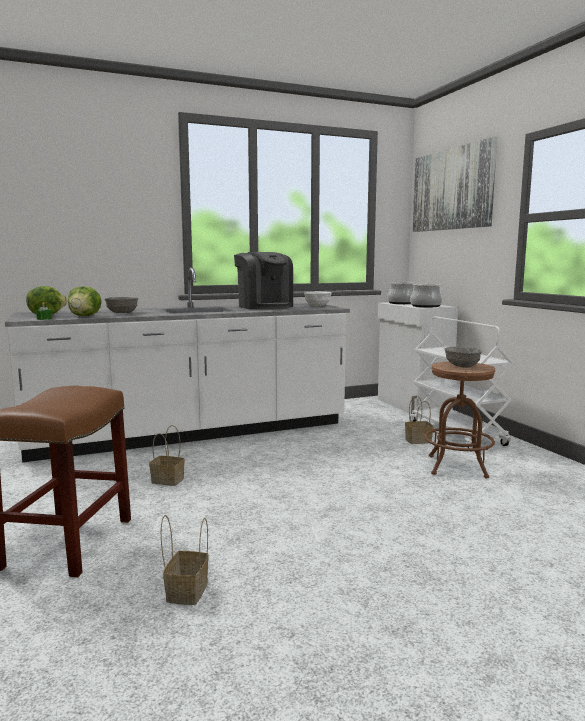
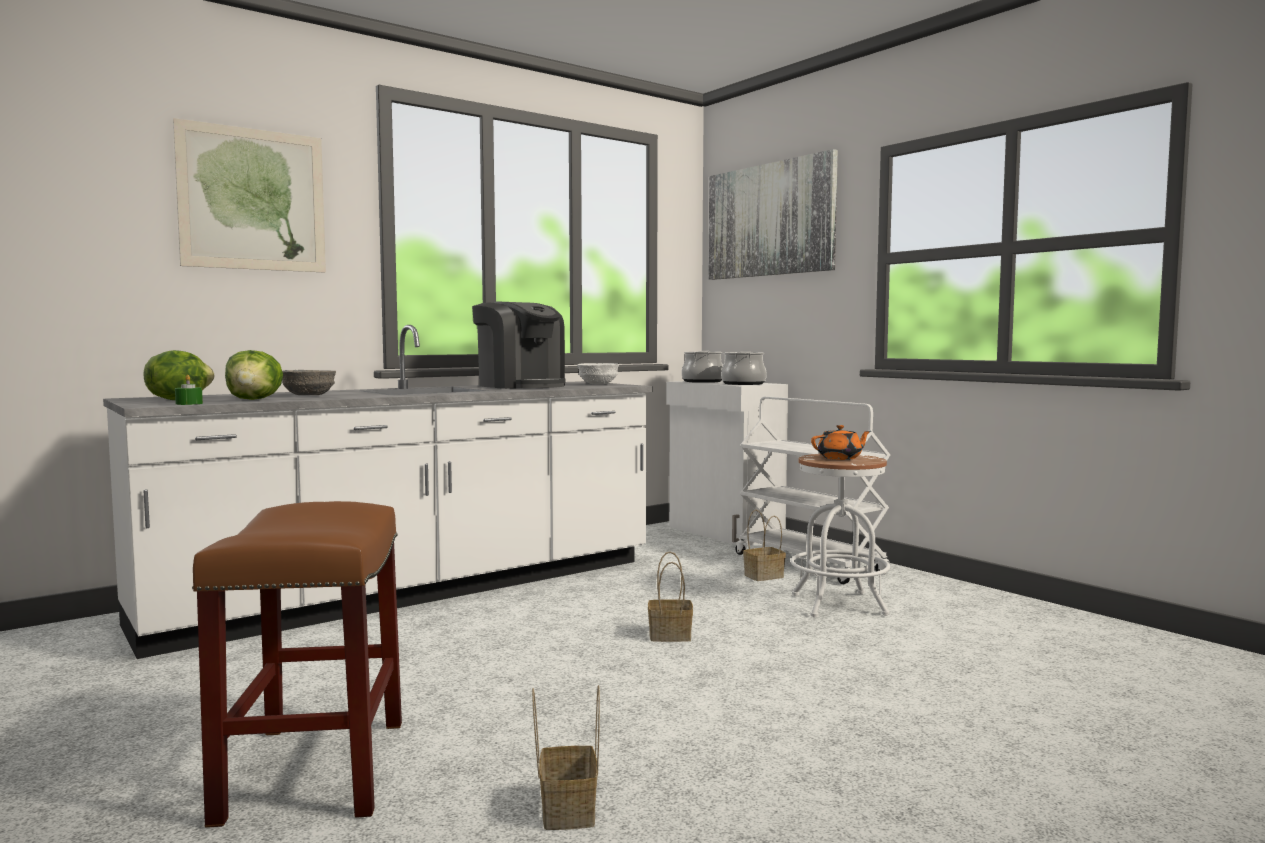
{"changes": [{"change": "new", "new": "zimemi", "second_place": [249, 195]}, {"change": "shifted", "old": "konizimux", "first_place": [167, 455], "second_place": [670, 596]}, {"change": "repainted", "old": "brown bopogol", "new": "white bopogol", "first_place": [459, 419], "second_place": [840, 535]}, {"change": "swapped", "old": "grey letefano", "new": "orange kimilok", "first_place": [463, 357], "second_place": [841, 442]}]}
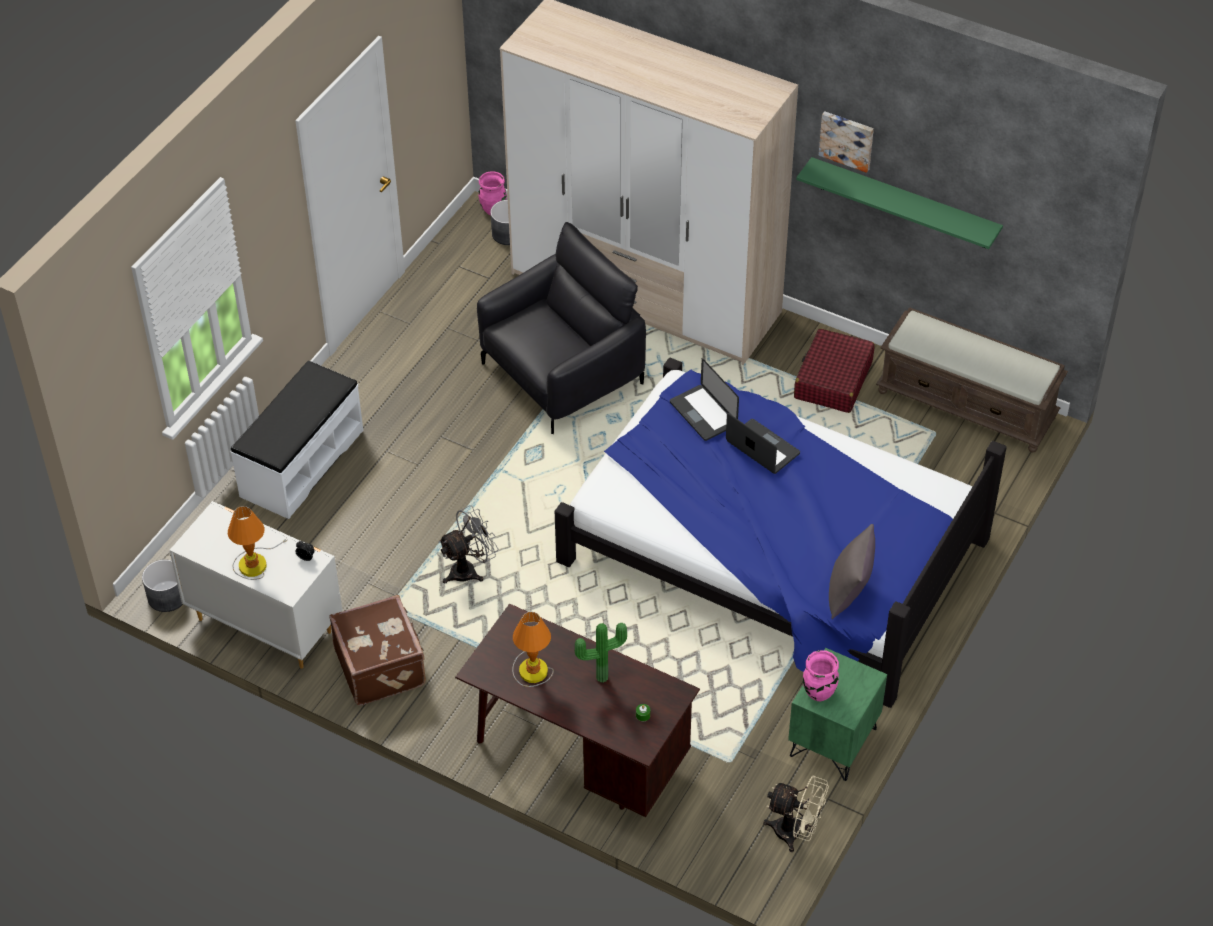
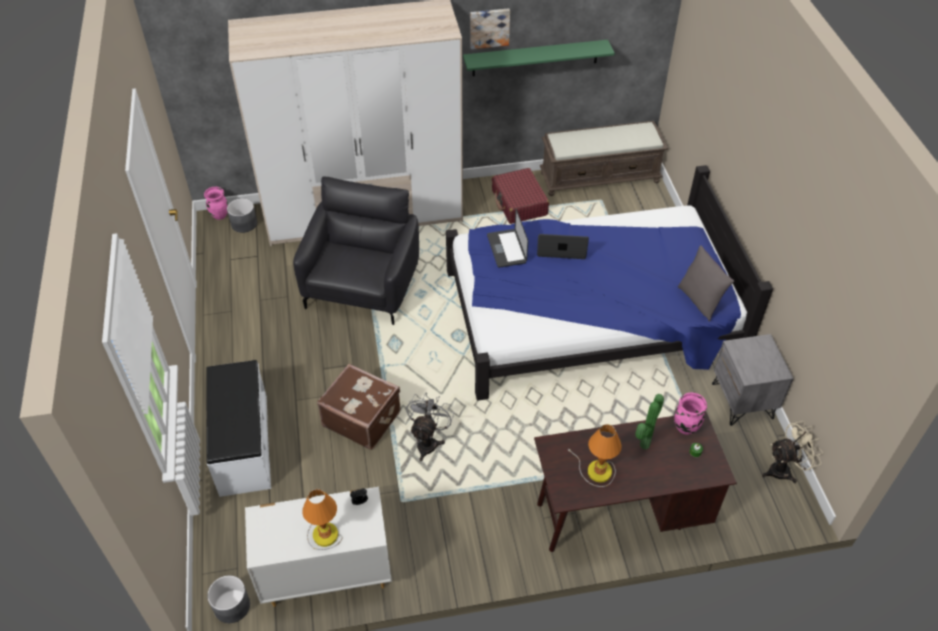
{"changes": [{"change": "shifted", "old": "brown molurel", "first_place": [377, 650], "second_place": [358, 407]}, {"change": "rotated", "old": "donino", "first_place": [704, 399], "second_place": [507, 238], "degrees": 60}, {"change": "shifted", "old": "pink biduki", "first_place": [821, 675], "second_place": [690, 413]}, {"change": "repainted", "old": "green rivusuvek", "new": "grey rivusuvek", "first_place": [837, 714], "second_place": [753, 380]}]}
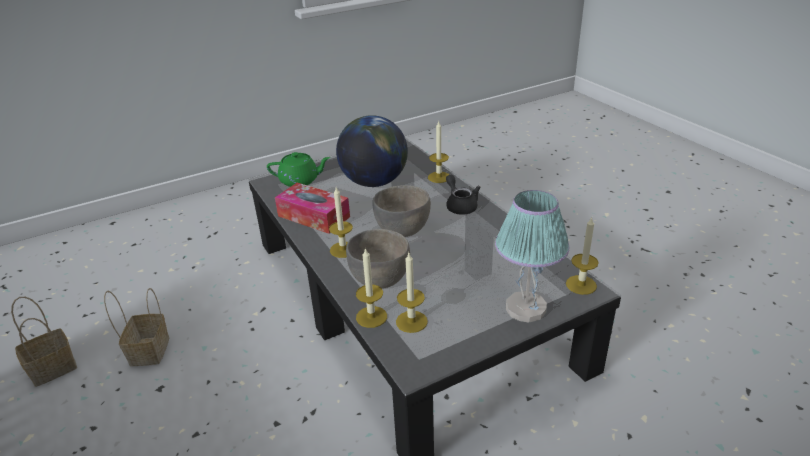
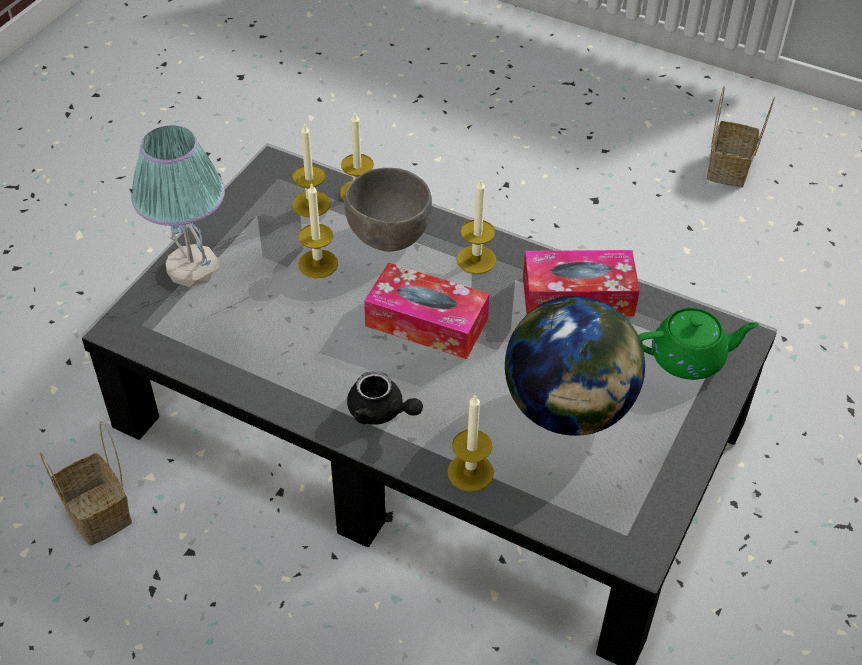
{"changes": [{"change": "shifted", "old": "konizimux", "first_place": [136, 327], "second_place": [85, 483]}, {"change": "shifted", "old": "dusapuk", "first_place": [582, 256], "second_place": [318, 230]}, {"change": "swapped", "old": "grey letefano", "new": "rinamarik", "first_place": [401, 211], "second_place": [427, 311]}, {"change": "rotated", "old": "green kimilok", "first_place": [298, 169], "second_place": [698, 344], "degrees": -150}]}
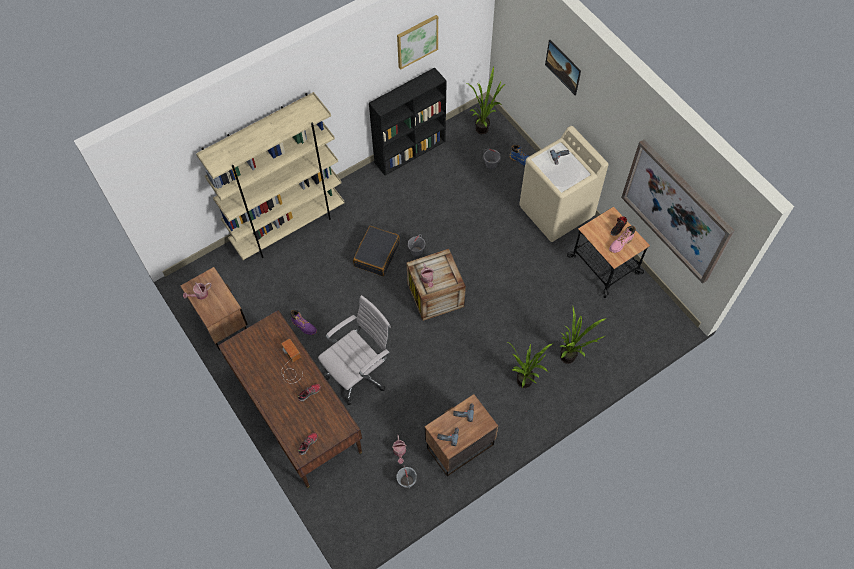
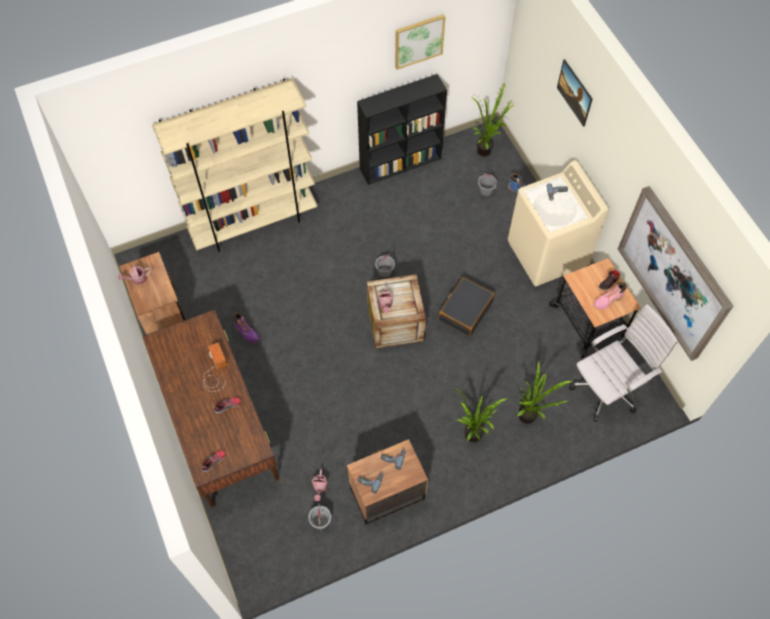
{"changes": [{"change": "shifted", "old": "black molurel", "first_place": [376, 251], "second_place": [467, 306]}, {"change": "shifted", "old": "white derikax", "first_place": [354, 350], "second_place": [623, 363]}]}
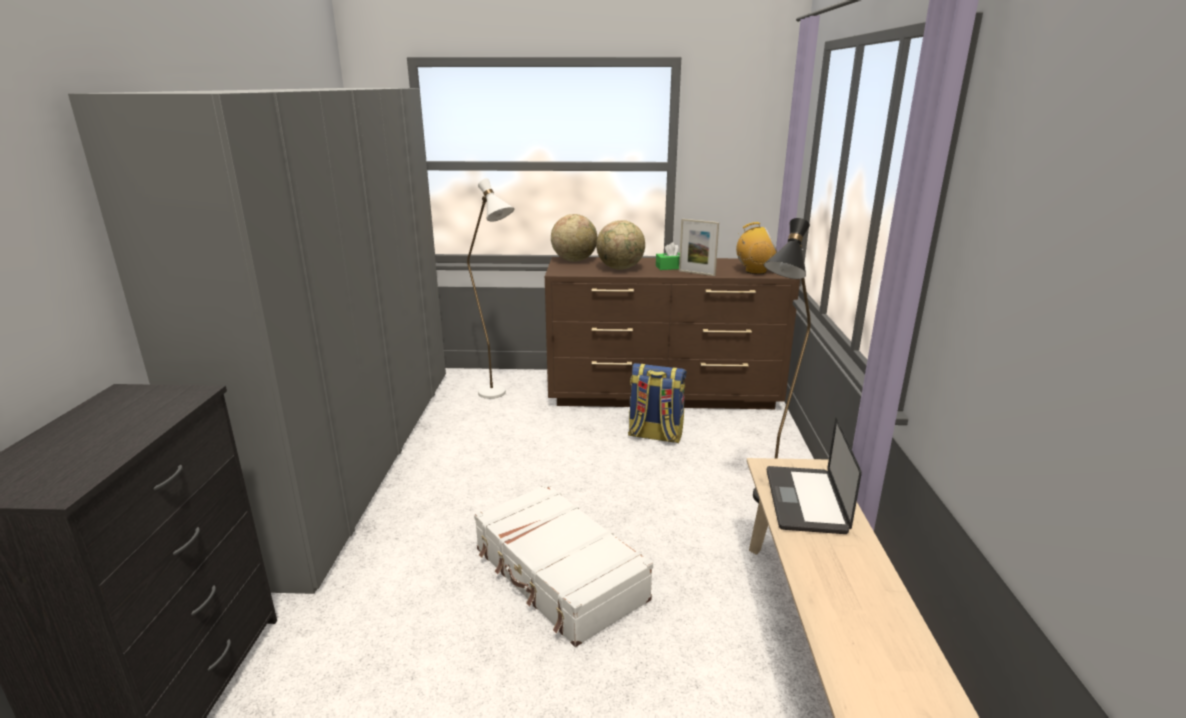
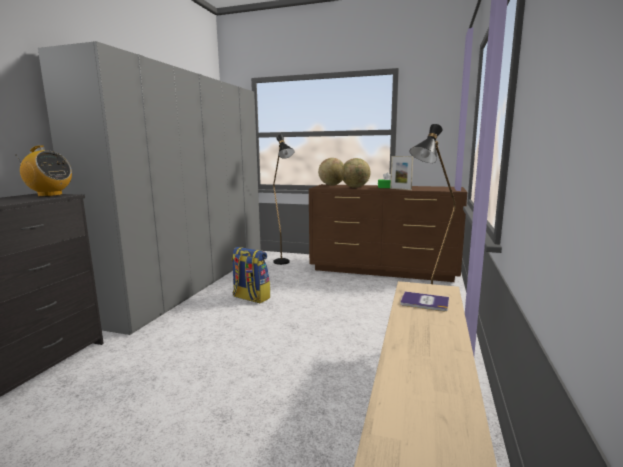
{"changes": [{"change": "shifted", "old": "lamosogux", "first_place": [756, 248], "second_place": [44, 171]}, {"change": "shifted", "old": "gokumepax", "first_place": [657, 403], "second_place": [251, 275]}, {"change": "repainted", "old": "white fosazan", "new": "black fosazan", "first_place": [490, 288], "second_place": [284, 200]}, {"change": "swapped", "old": "donino", "new": "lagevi", "first_place": [814, 476], "second_place": [424, 301]}, {"change": "gone", "old": "white molurel", "first_place": [563, 565]}]}
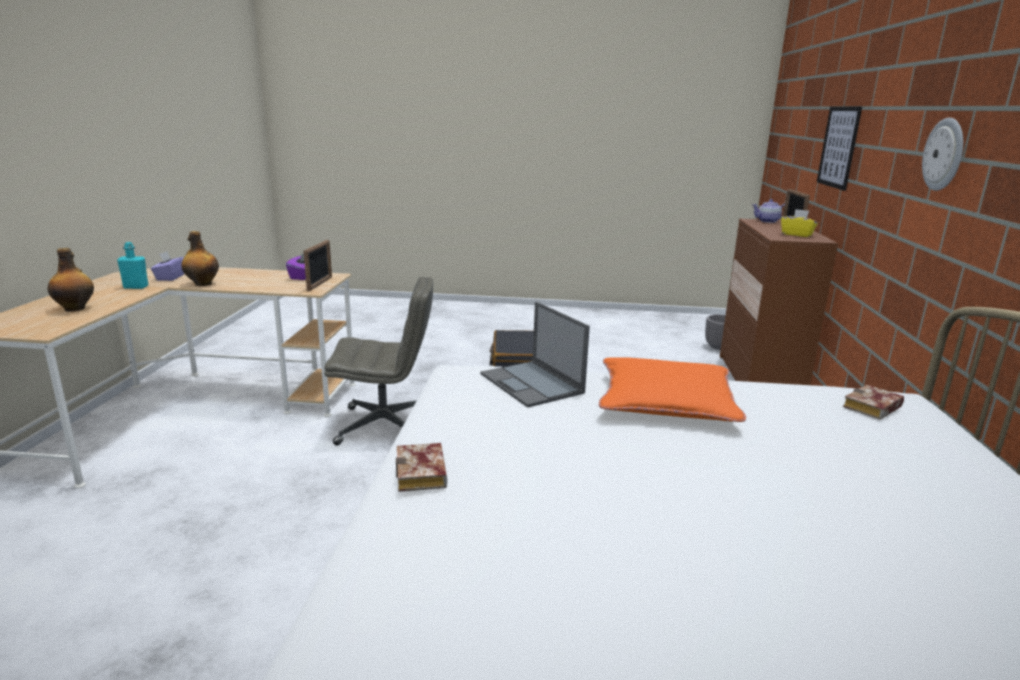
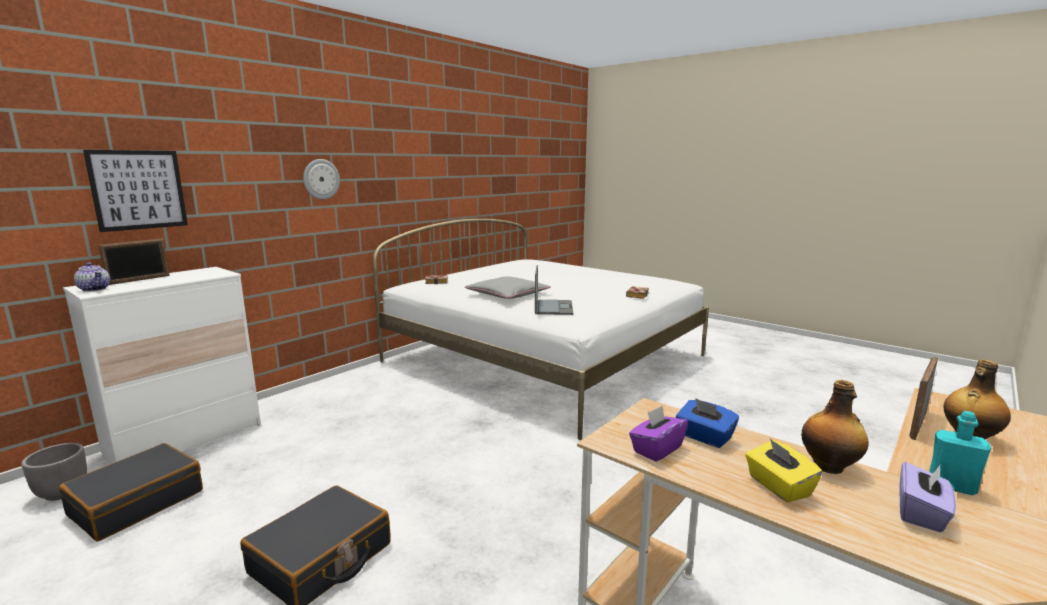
{"changes": [{"change": "new", "new": "black molurel", "second_place": [131, 492]}, {"change": "repainted", "old": "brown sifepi", "new": "white sifepi", "first_place": [779, 302], "second_place": [162, 365]}, {"change": "repainted", "old": "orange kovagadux", "new": "grey kovagadux", "first_place": [672, 389], "second_place": [508, 287]}, {"change": "new", "new": "blue rinamarik", "second_place": [707, 423]}, {"change": "shifted", "old": "yellow rinamarik", "first_place": [799, 223], "second_place": [783, 470]}, {"change": "shifted", "old": "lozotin", "first_place": [318, 266], "second_place": [924, 398]}, {"change": "gone", "old": "grey derikax", "first_place": [378, 361]}]}
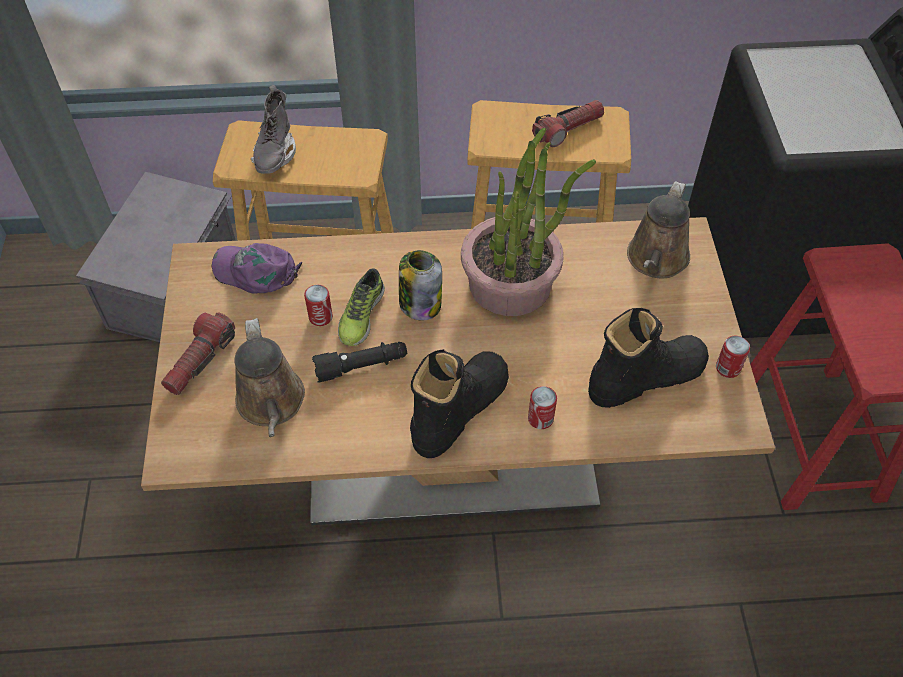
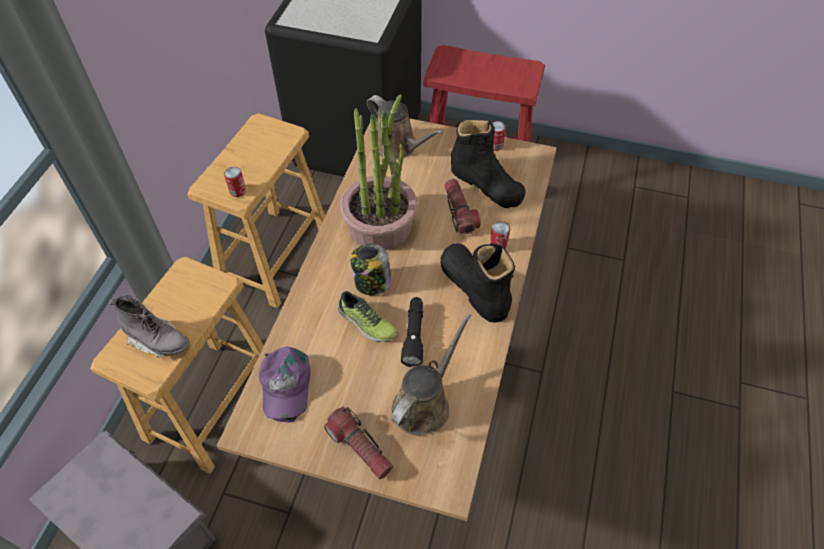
{"changes": [{"change": "shifted", "old": "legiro", "first_place": [318, 305], "second_place": [235, 182]}, {"change": "rotated", "old": "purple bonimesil", "first_place": [257, 268], "second_place": [284, 385], "degrees": -45}, {"change": "rotated", "old": "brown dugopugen", "first_place": [269, 377], "second_place": [431, 375], "degrees": -60}, {"change": "shifted", "old": "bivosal", "first_place": [568, 123], "second_place": [462, 206]}, {"change": "rotated", "old": "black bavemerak", "first_place": [648, 358], "second_place": [488, 163], "degrees": 135}]}
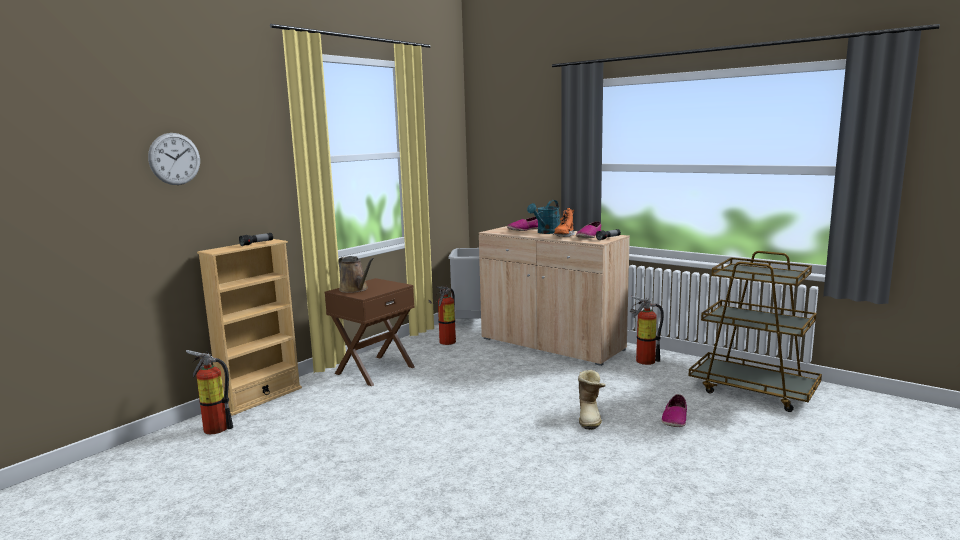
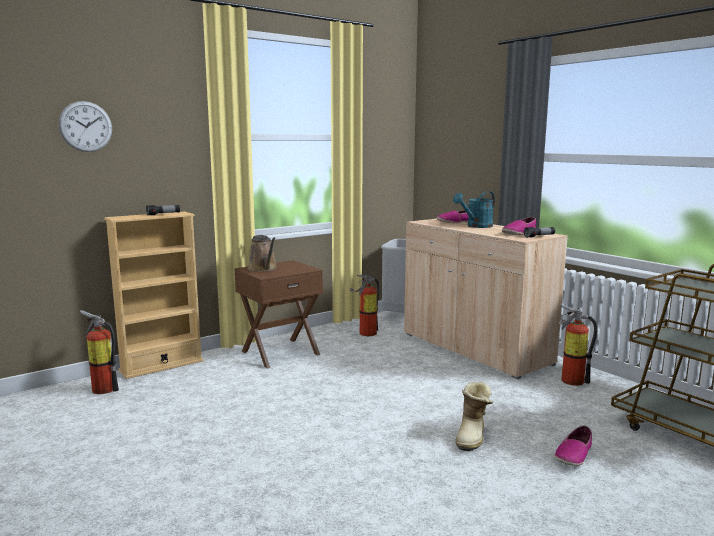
{"changes": [{"change": "gone", "old": "orange bavemerak", "first_place": [564, 222]}]}
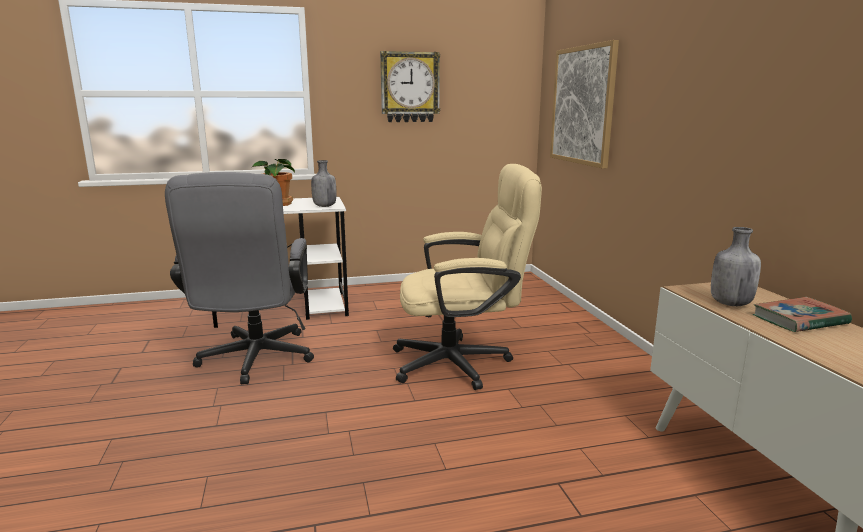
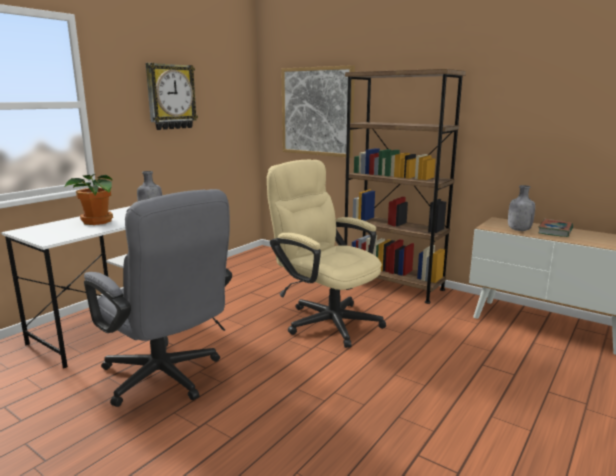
{"changes": [{"change": "rotated", "old": "beige derikax", "first_place": [467, 277], "second_place": [326, 254], "degrees": -90}, {"change": "new", "new": "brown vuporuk", "second_place": [405, 186]}]}
